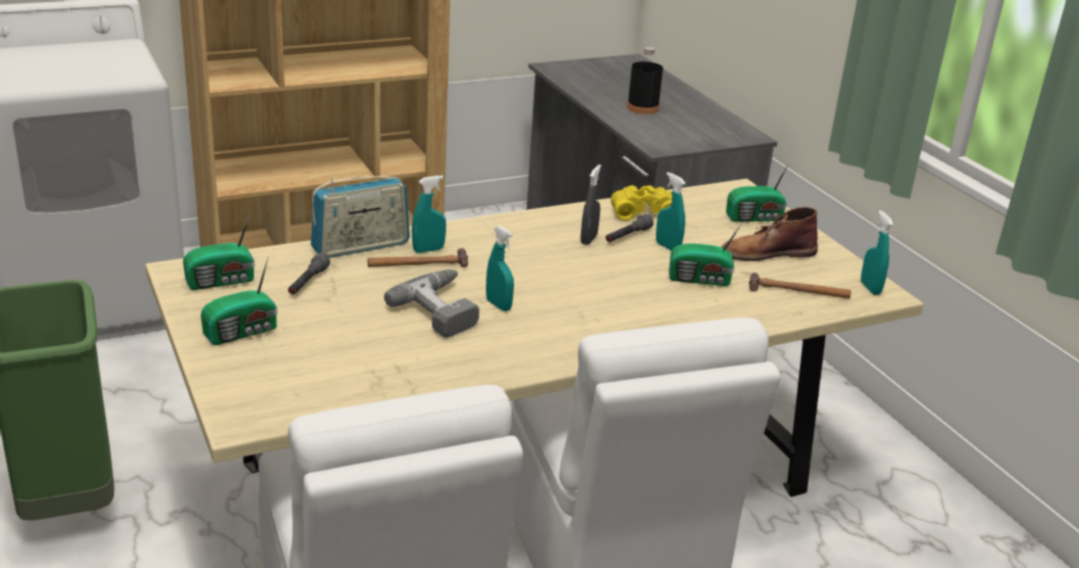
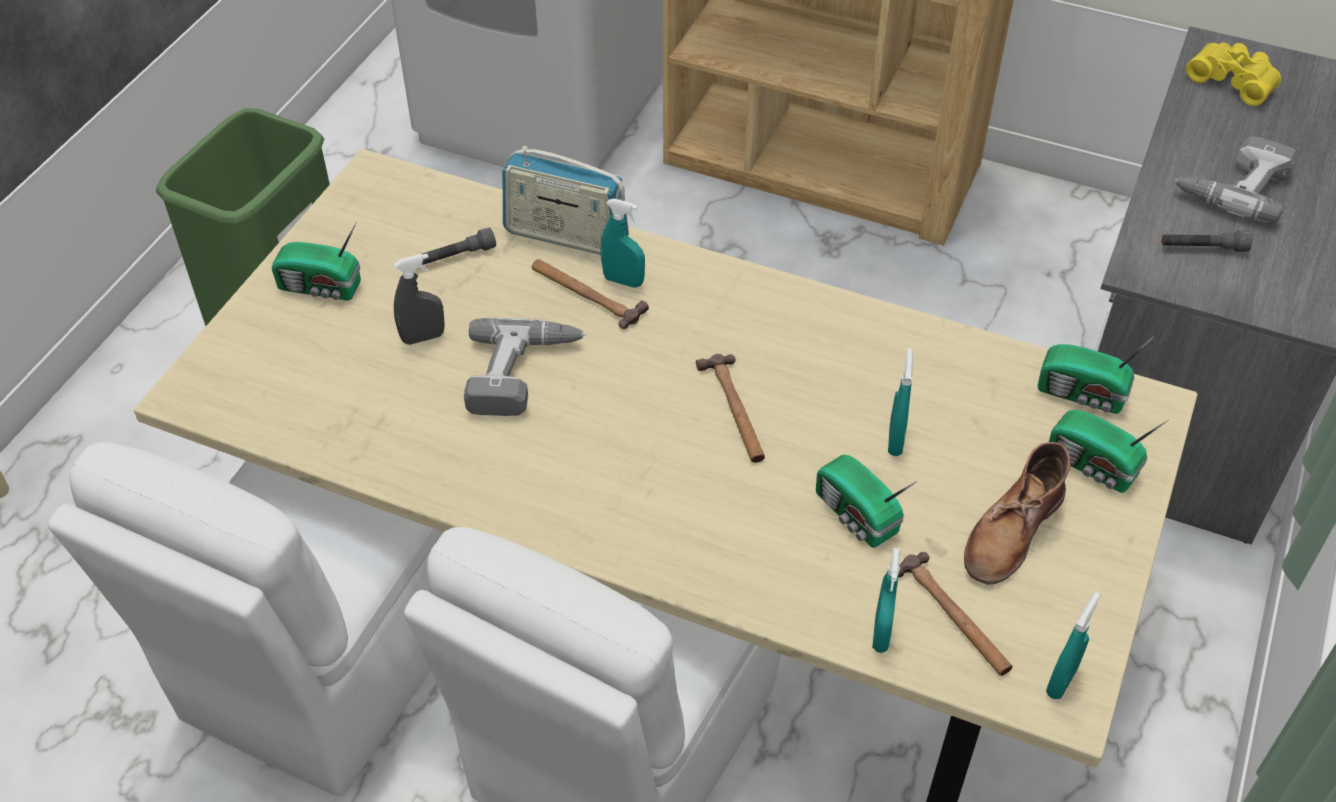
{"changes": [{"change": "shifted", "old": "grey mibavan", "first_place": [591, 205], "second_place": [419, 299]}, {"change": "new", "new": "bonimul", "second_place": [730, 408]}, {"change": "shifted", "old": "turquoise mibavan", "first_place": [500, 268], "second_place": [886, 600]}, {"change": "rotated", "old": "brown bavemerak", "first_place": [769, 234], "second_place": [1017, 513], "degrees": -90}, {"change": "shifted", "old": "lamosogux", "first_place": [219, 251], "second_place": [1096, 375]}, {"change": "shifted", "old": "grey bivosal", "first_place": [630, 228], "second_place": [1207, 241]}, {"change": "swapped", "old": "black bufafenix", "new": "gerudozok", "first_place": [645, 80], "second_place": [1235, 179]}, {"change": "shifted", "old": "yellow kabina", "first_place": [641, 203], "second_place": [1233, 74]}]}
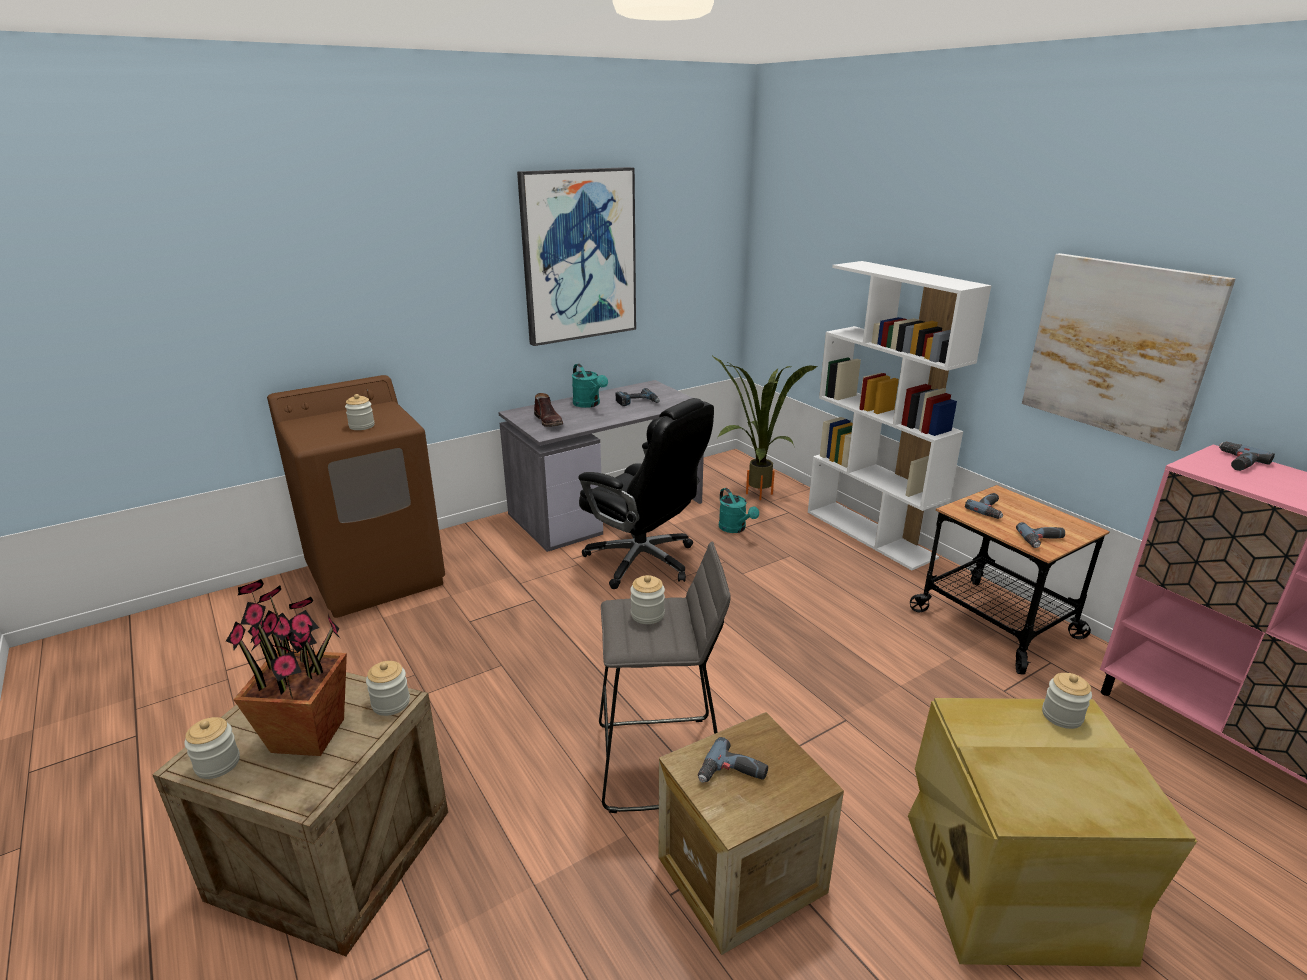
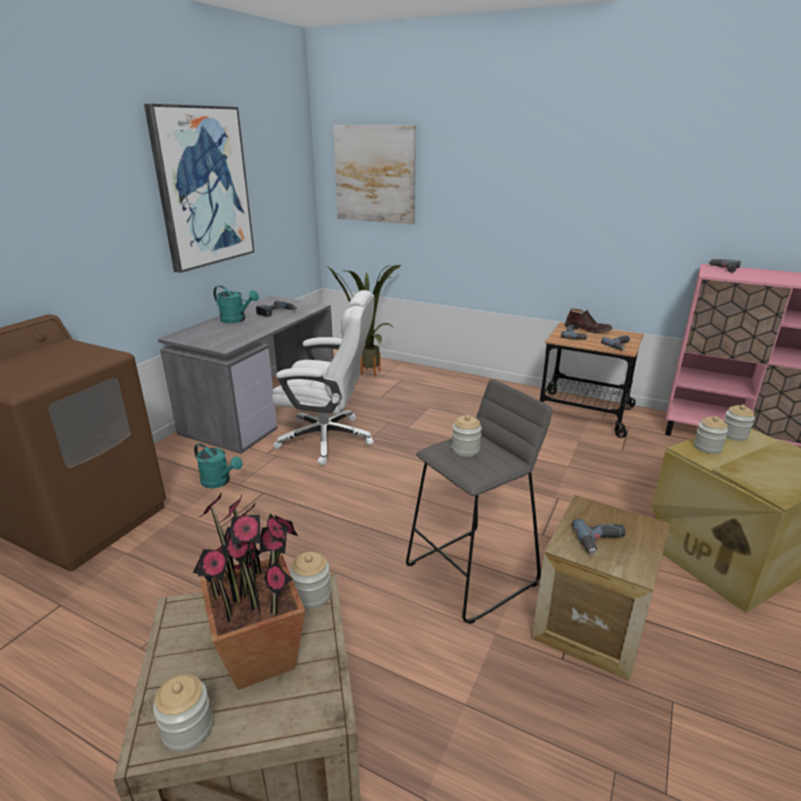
{"changes": [{"change": "shifted", "old": "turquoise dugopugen", "first_place": [739, 510], "second_place": [218, 465]}, {"change": "repainted", "old": "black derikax", "new": "white derikax", "first_place": [646, 493], "second_place": [323, 377]}, {"change": "shifted", "old": "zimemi", "first_place": [1129, 352], "second_place": [374, 174]}, {"change": "shifted", "old": "brown bavemerak", "first_place": [548, 410], "second_place": [589, 321]}, {"change": "shifted", "old": "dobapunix", "first_place": [360, 412], "second_place": [711, 435]}, {"change": "gone", "old": "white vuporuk", "first_place": [900, 415]}]}
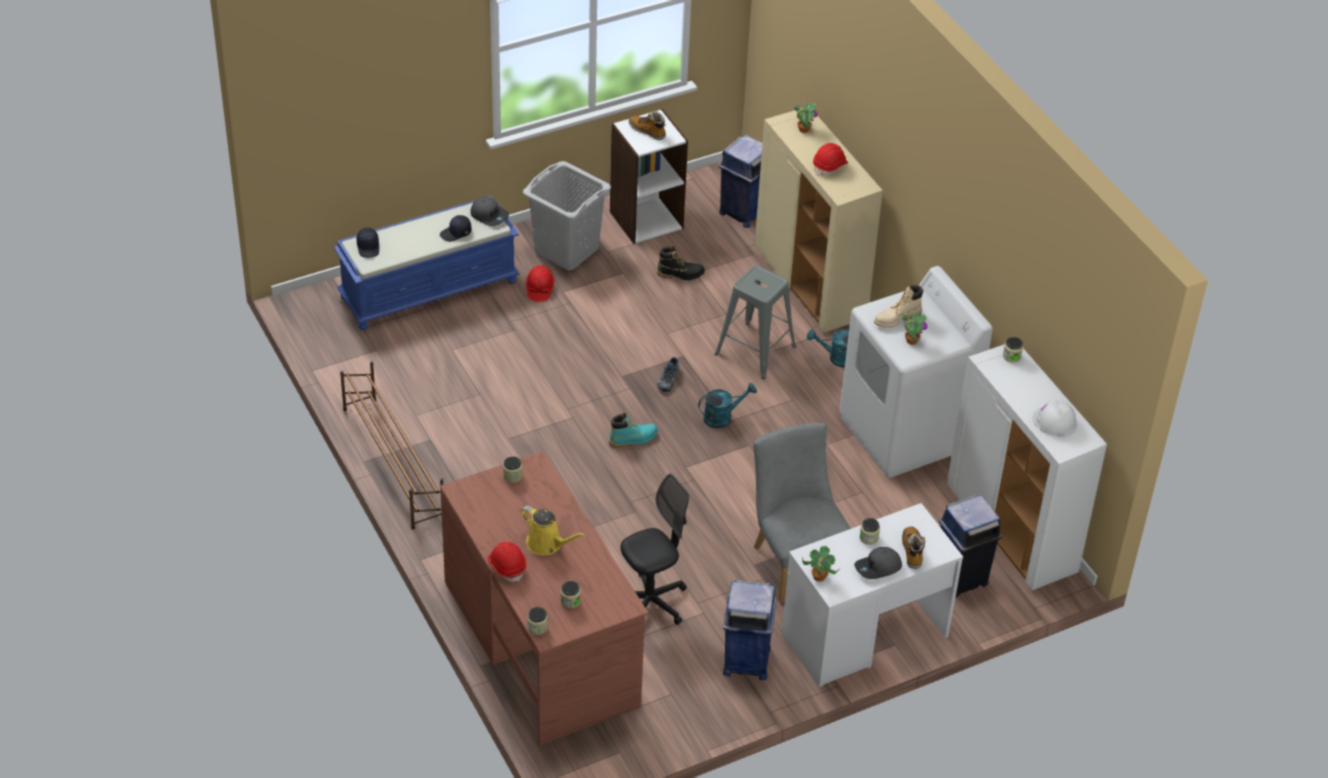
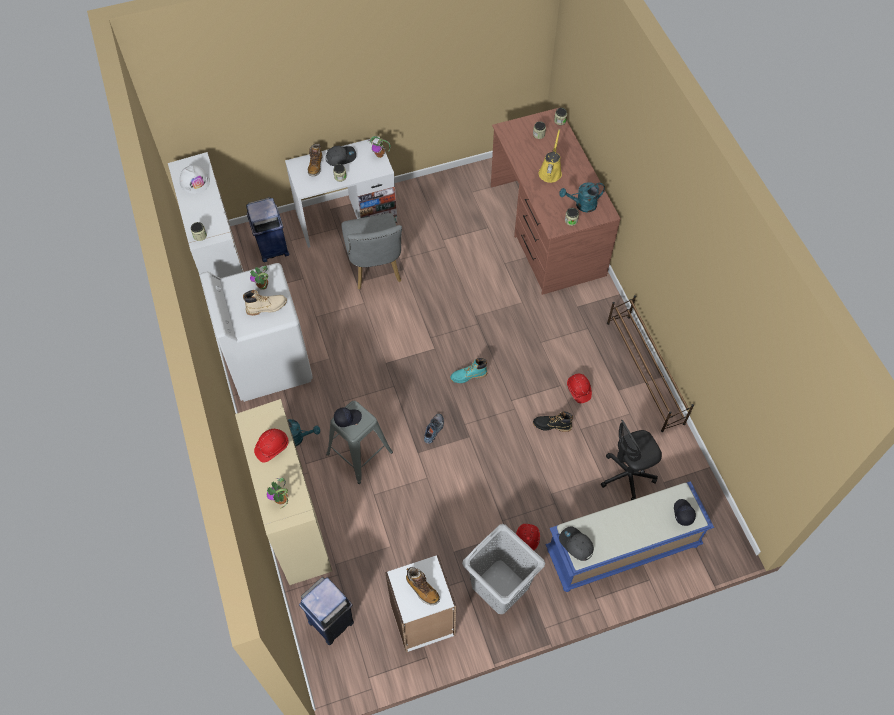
{"changes": [{"change": "shifted", "old": "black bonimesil", "first_place": [455, 228], "second_place": [348, 417]}, {"change": "shifted", "old": "black bavemerak", "first_place": [681, 263], "second_place": [553, 421]}, {"change": "rotated", "old": "yellow dugopugen", "first_place": [553, 531], "second_place": [550, 156], "degrees": 60}, {"change": "shifted", "old": "turquoise dugopugen", "first_place": [727, 405], "second_place": [582, 197]}, {"change": "shifted", "old": "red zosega", "first_place": [507, 562], "second_place": [579, 388]}, {"change": "shifted", "old": "black derikax", "first_place": [654, 549], "second_place": [631, 460]}, {"change": "gone", "old": "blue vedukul", "first_place": [749, 630]}]}
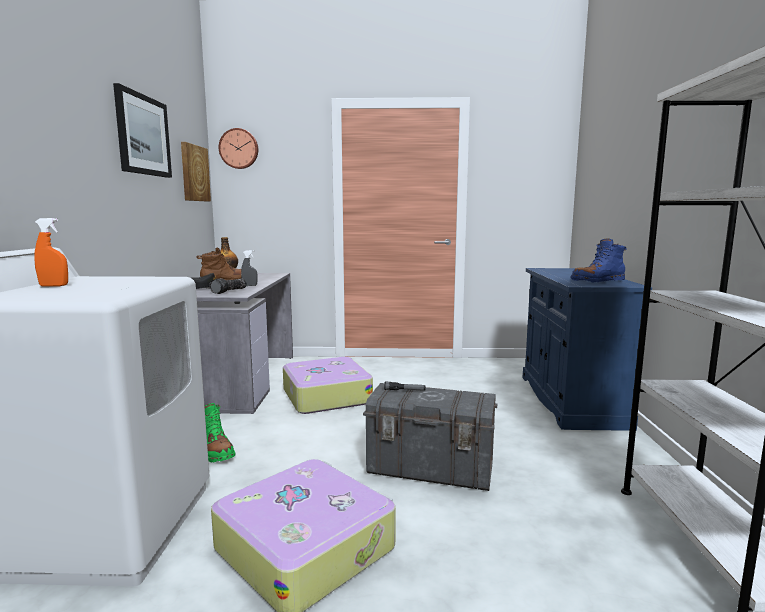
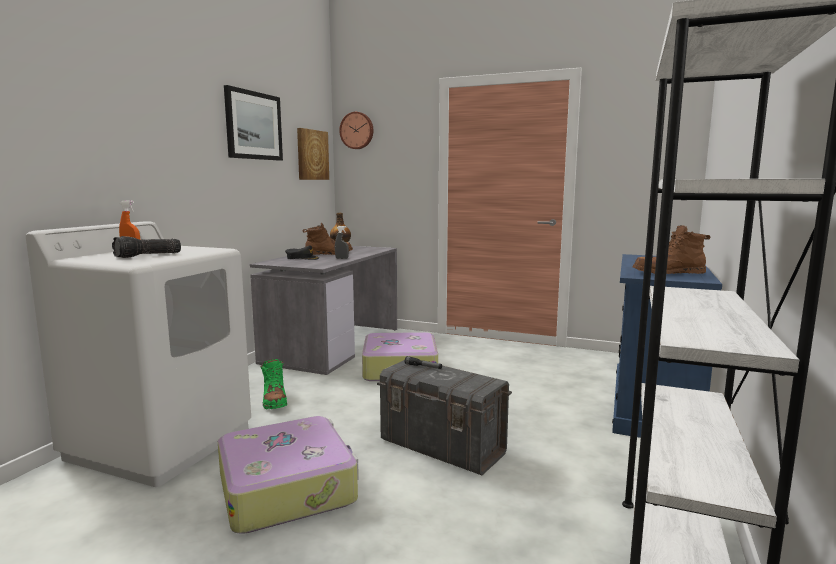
{"changes": [{"change": "shifted", "old": "bivosal", "first_place": [228, 286], "second_place": [146, 247]}, {"change": "repainted", "old": "blue bavemerak", "new": "brown bavemerak", "first_place": [598, 261], "second_place": [672, 249]}]}
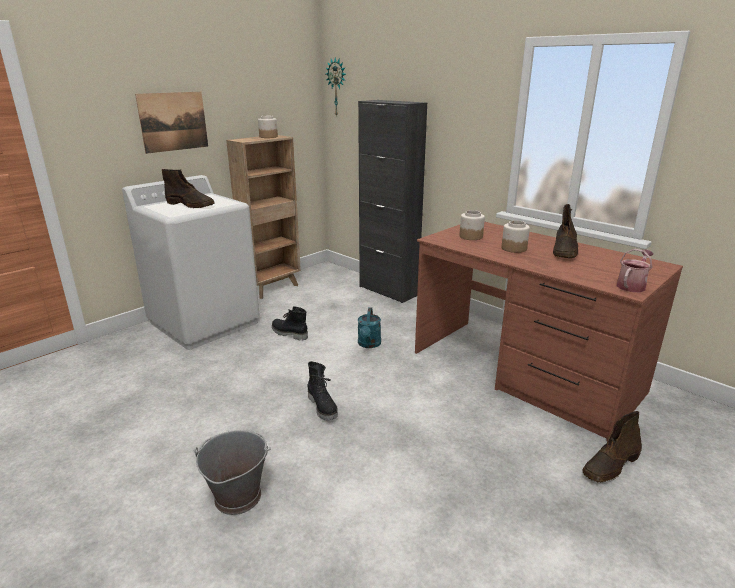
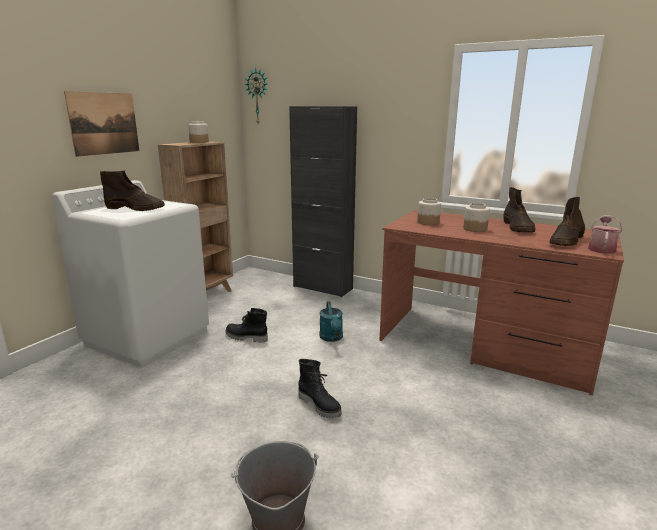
{"changes": [{"change": "shifted", "old": "brown bavemerak", "first_place": [612, 447], "second_place": [567, 221]}]}
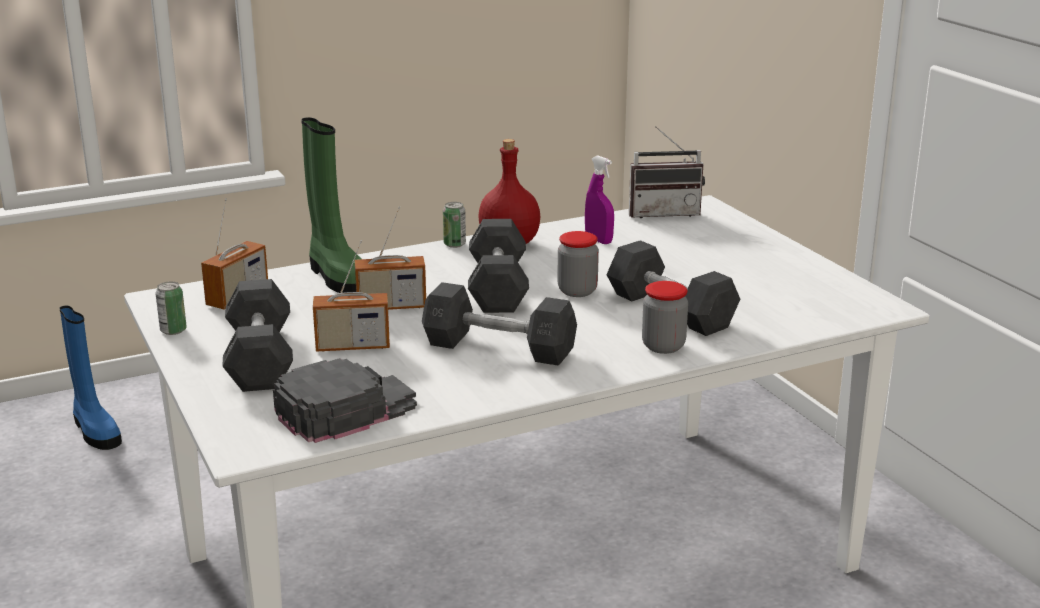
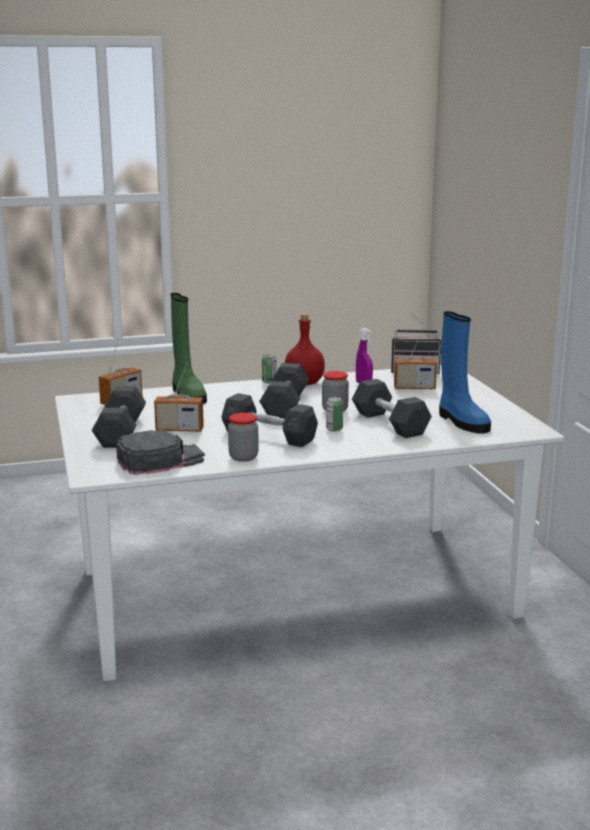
{"changes": [{"change": "shifted", "old": "dobapunix", "first_place": [665, 317], "second_place": [243, 437]}, {"change": "shifted", "old": "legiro", "first_place": [171, 308], "second_place": [334, 414]}, {"change": "shifted", "old": "lamosogux", "first_place": [390, 258], "second_place": [415, 359]}, {"change": "shifted", "old": "blue bavemerak", "first_place": [91, 378], "second_place": [465, 372]}]}
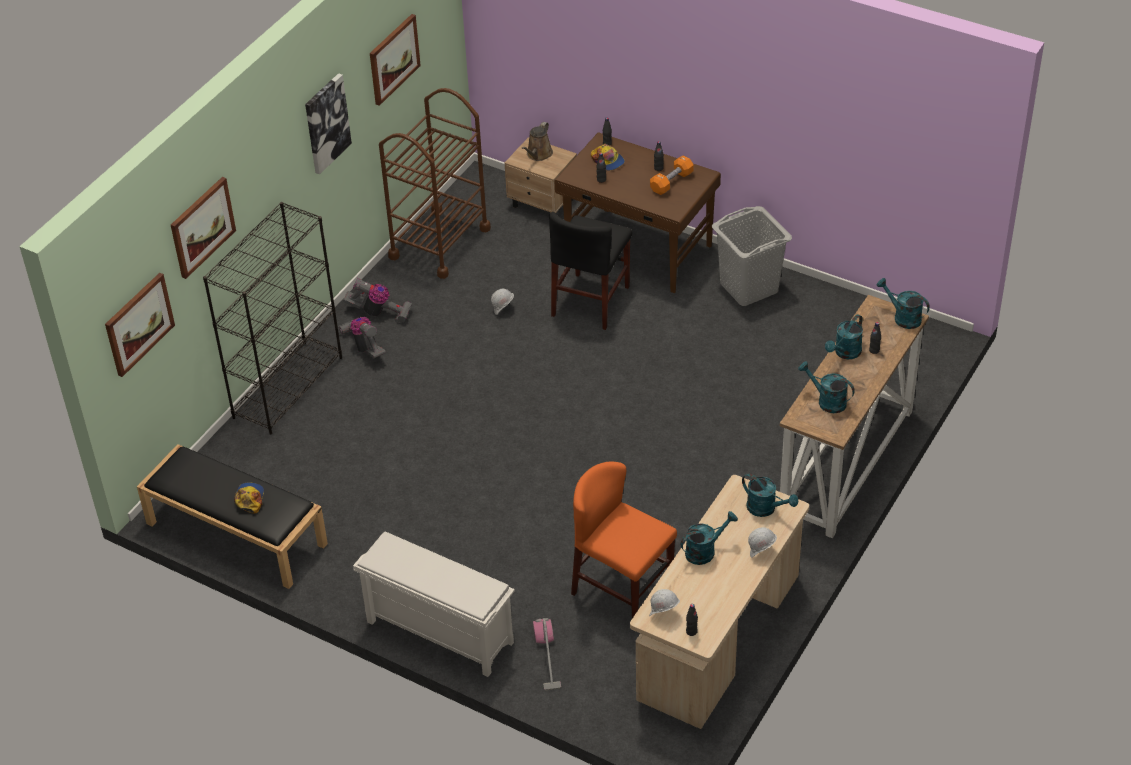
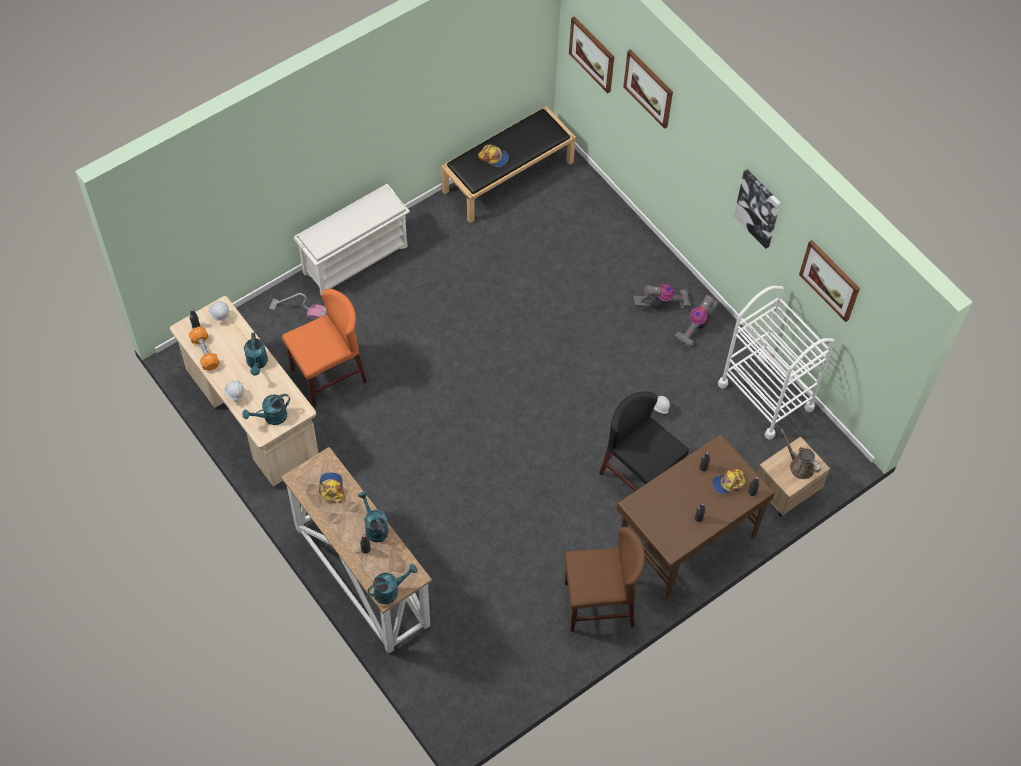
{"changes": [{"change": "shifted", "old": "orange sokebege", "first_place": [672, 175], "second_place": [204, 349]}, {"change": "swapped", "old": "turquoise dugopugen", "new": "bonimesil", "first_place": [826, 387], "second_place": [331, 488]}, {"change": "swapped", "old": "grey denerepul", "new": "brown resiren", "first_place": [752, 256], "second_place": [604, 579]}, {"change": "repainted", "old": "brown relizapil", "new": "white relizapil", "first_place": [435, 183], "second_place": [776, 363]}, {"change": "gone", "old": "black vuporuk", "first_place": [272, 318]}]}
